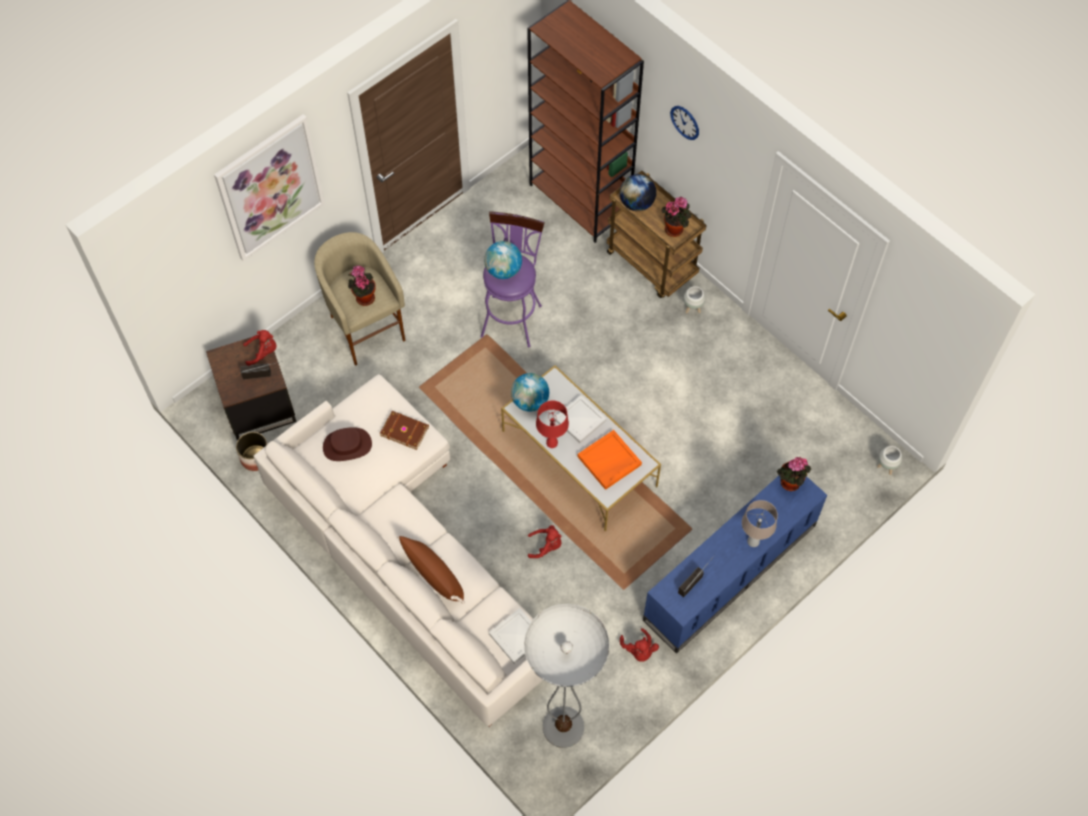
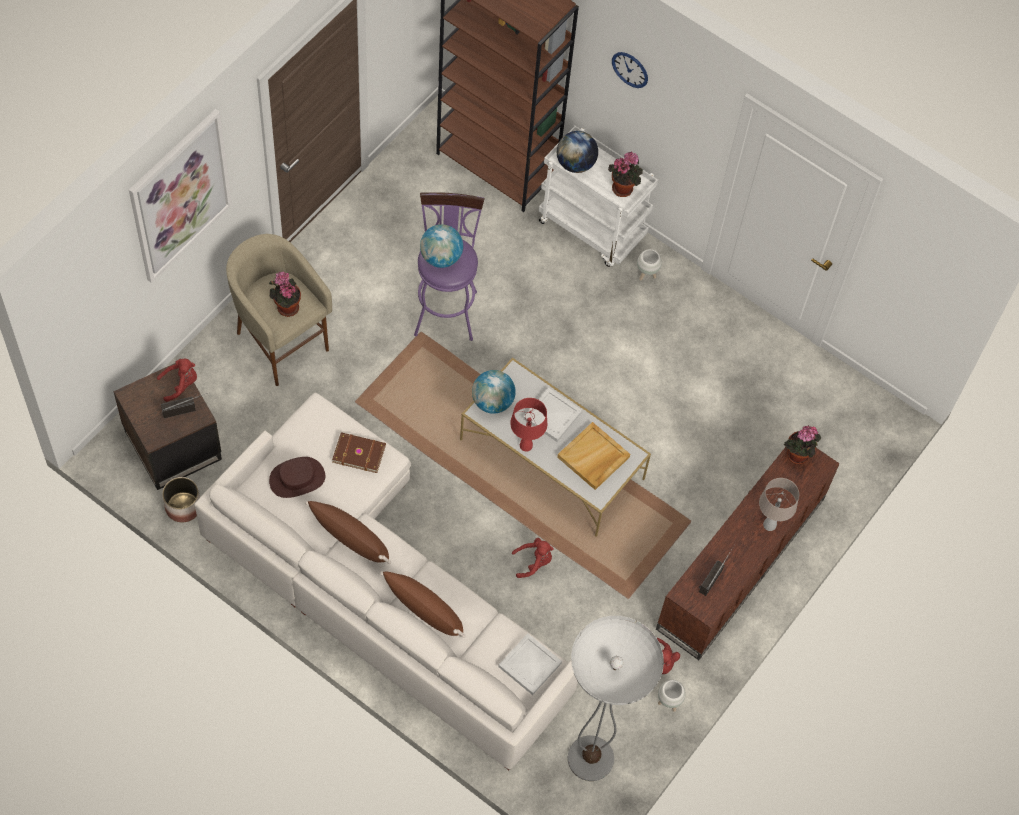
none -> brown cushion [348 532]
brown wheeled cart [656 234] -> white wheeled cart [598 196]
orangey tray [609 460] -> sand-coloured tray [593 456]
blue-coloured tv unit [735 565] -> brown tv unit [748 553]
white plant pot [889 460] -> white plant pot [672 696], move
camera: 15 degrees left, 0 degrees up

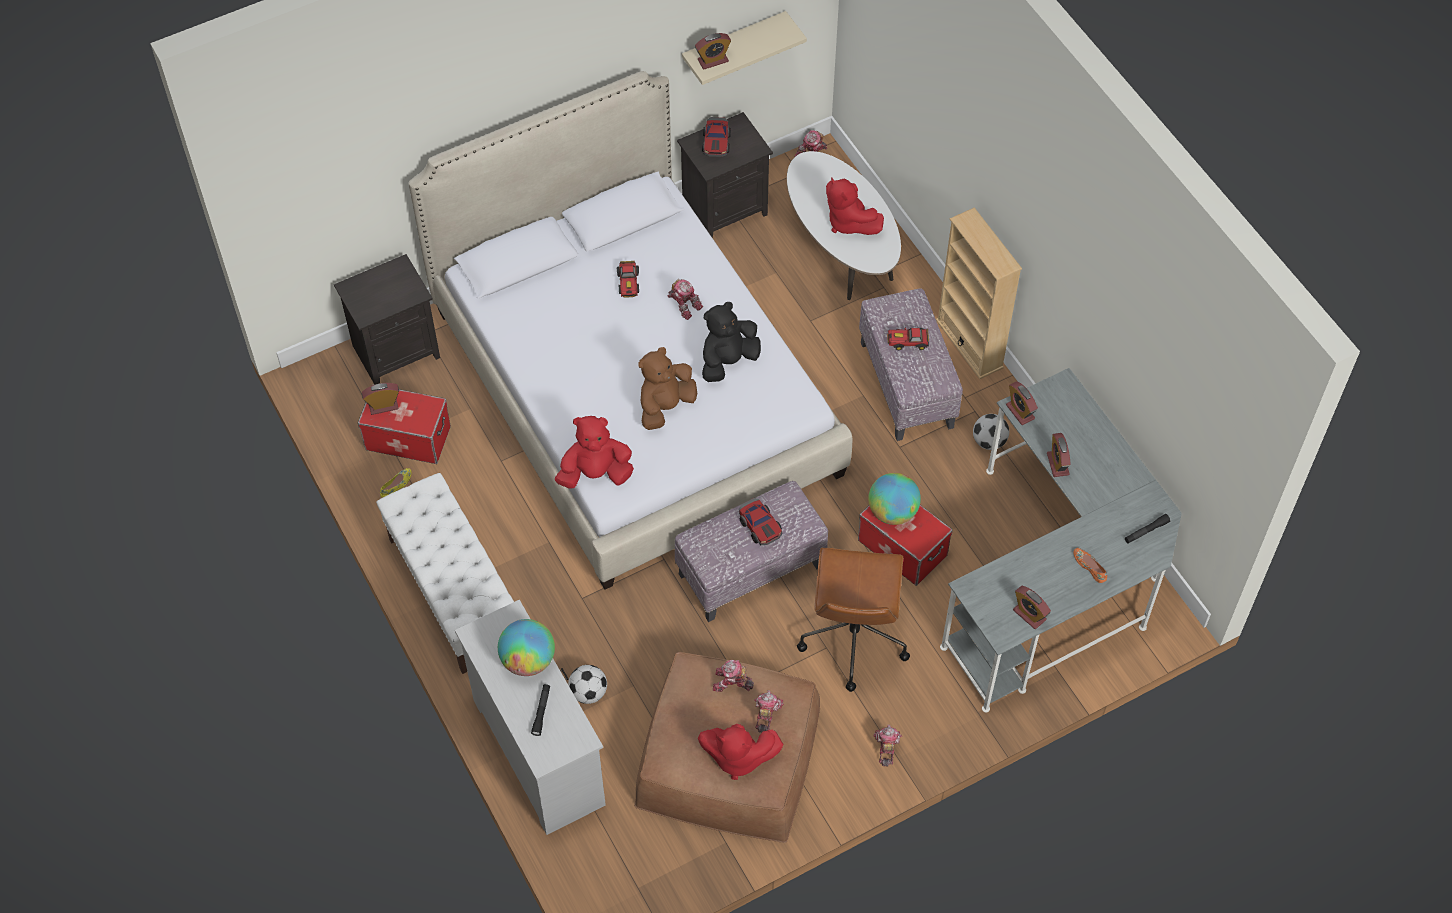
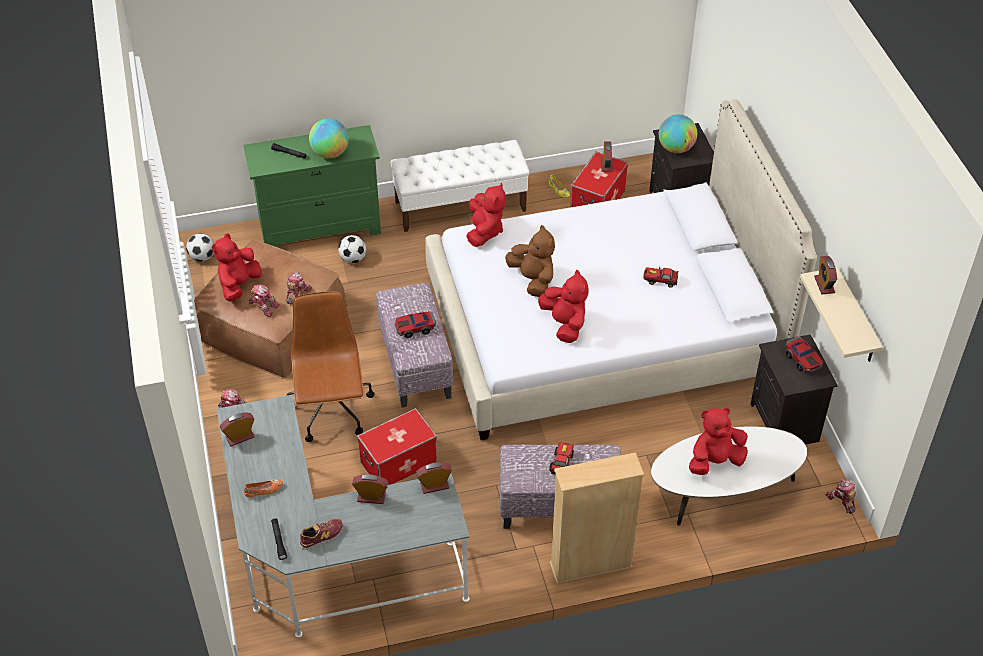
football ball [991 432] -> football ball [200 247], move
white drawer chest [530 717] -> green-coloured drawer chest [312 186]
brown computer chair [853 620] -> brown computer chair [330 367], 60 degrees clockwise
none -> low shoe [320 534]
blackish cuddly toy [731 342] -> reddish cuddly toy [563 306]
world globe [894 499] -> world globe [678 133], move
miniature car [716 137] -> miniature car [804 354], 135 degrees counterclockwise
model robot [685 299] -> none
camera: 105 degrees right, 10 degrees down

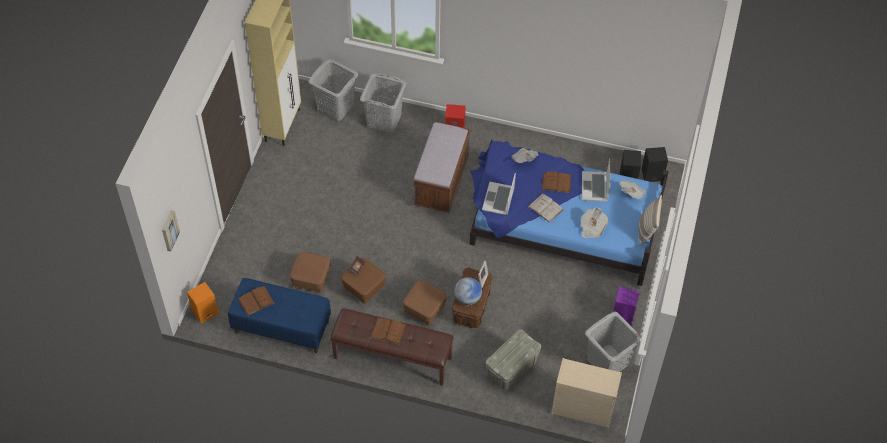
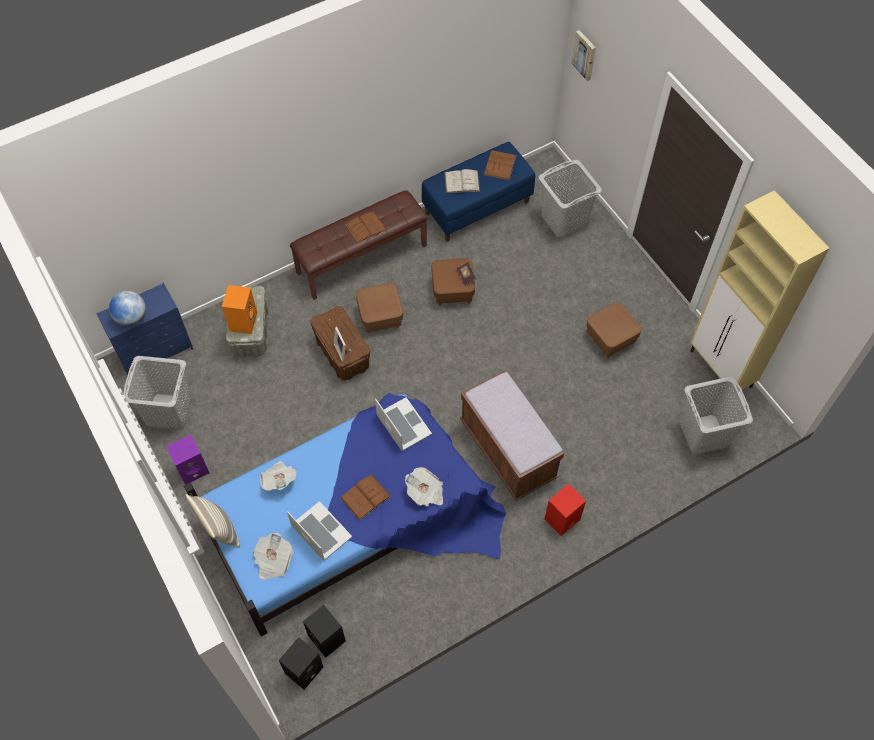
sand-coloured drawer chest [586 393] -> blue-coloured drawer chest [144 329]
world globe [468 291] -> world globe [127 308], move
orangey audio speaker [203 303] -> orangey audio speaker [239 309], move
white book [546 208] -> white book [462 181], move
gray laundry basket [383 103] -> gray laundry basket [570 199], move
brown ottoman [310 272] -> brown ottoman [614 330], move
camera: 135 degrees right, 5 degrees up

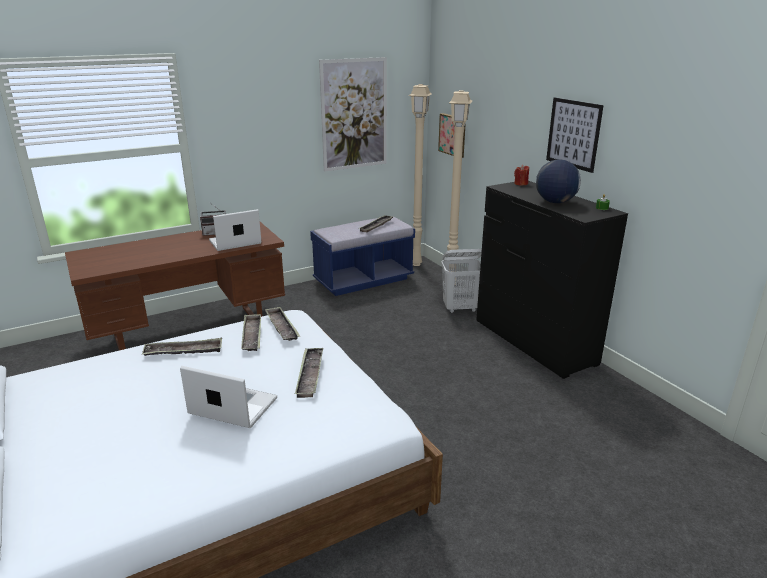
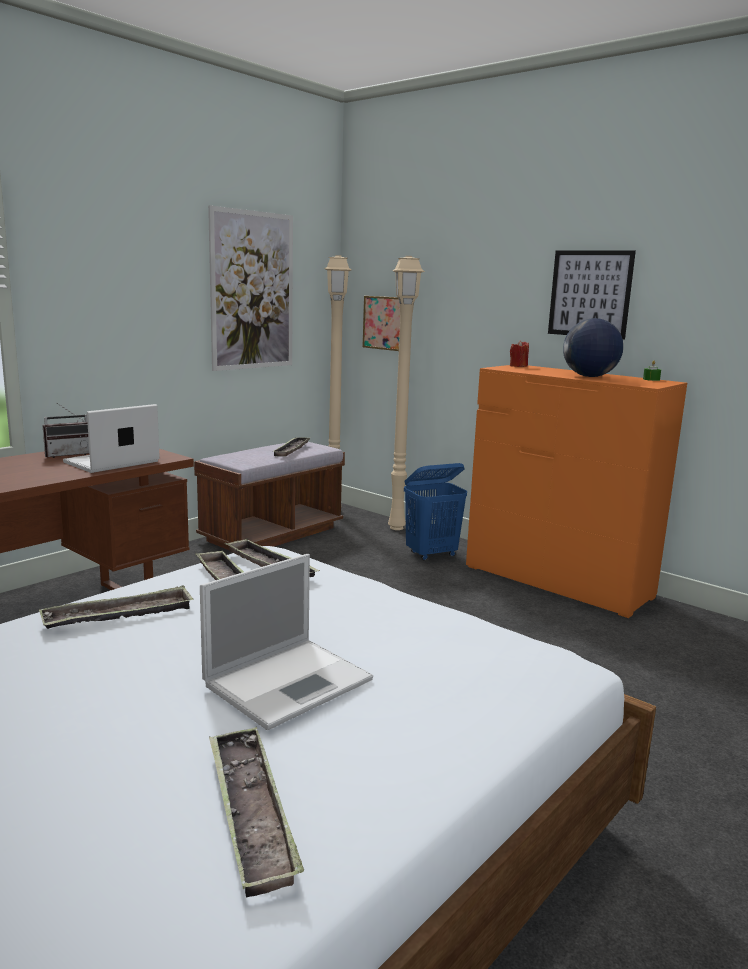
blue-coloured indoor bench [362 256] -> brown indoor bench [269 496]
portable computer [228 397] -> portable computer [286 642], 135 degrees clockwise
tray [309 373] -> tray [256 812], move
white laundry basket [461 281] -> blue-coloured laundry basket [435 512]
blackish drawer chest [552 280] -> orangey drawer chest [576 491]
camera: 20 degrees left, 10 degrees down

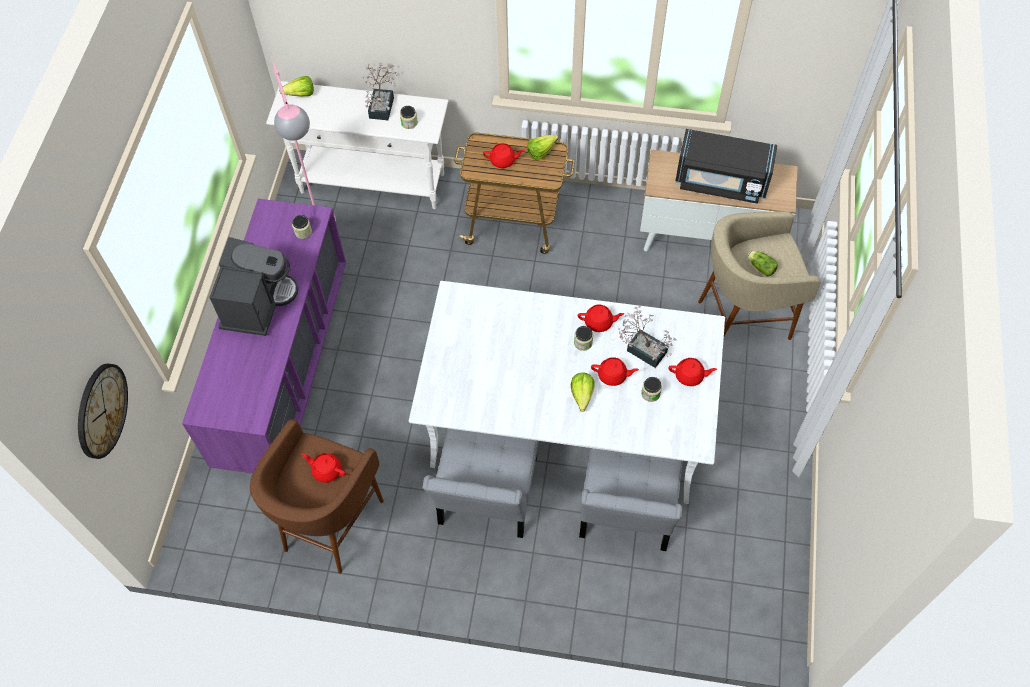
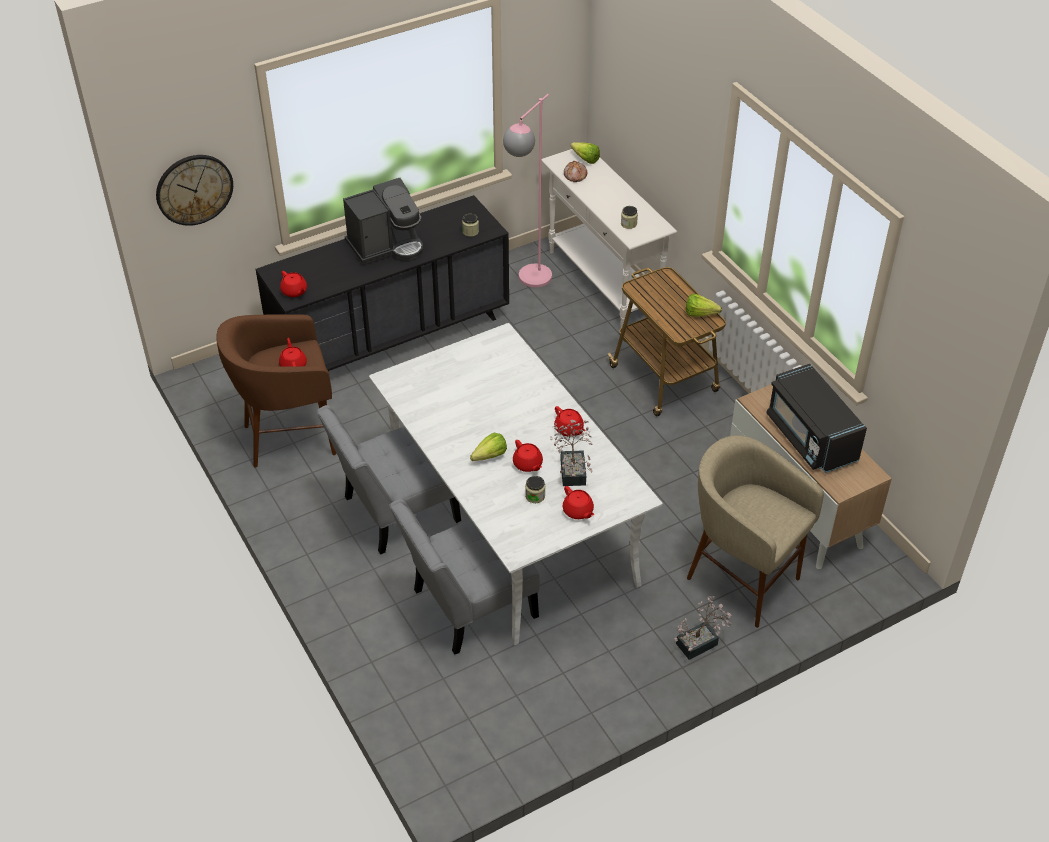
purple drawer chest [264 336] -> blackish drawer chest [382 283]
reddish teapot [504 155] -> reddish teapot [293 284], move
none -> bakery bread [576 171]
potted plant [379 91] -> potted plant [703 628], move
preserve jar [583 338] -> none
lettuce [763 263] -> none
camera: 50 degrees right, 15 degrees down

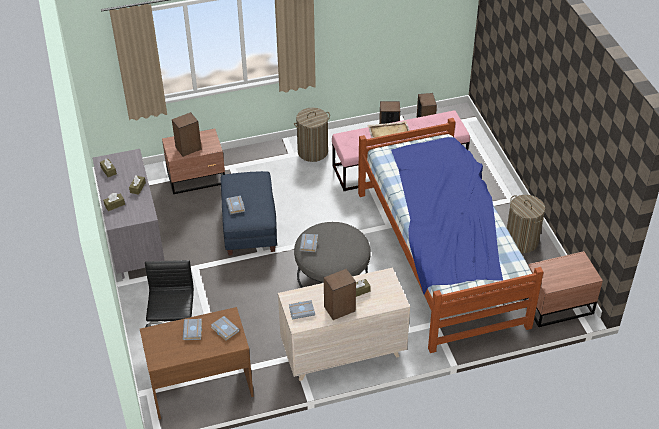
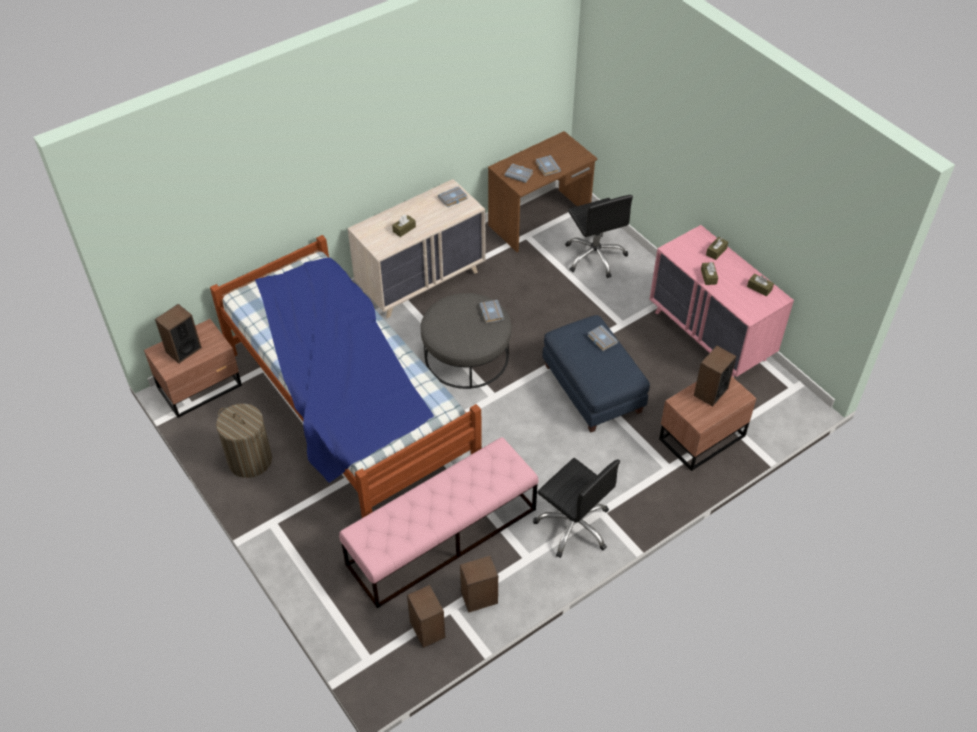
audio speaker [340 294] -> audio speaker [178 333], move
laundry basket [312 135] -> blackish computer chair [576 508]
gray drawer chest [129 214] -> pink-coloured drawer chest [721 301]
sand-coloured tray [389 129] -> none
camera: 160 degrees right, 5 degrees up

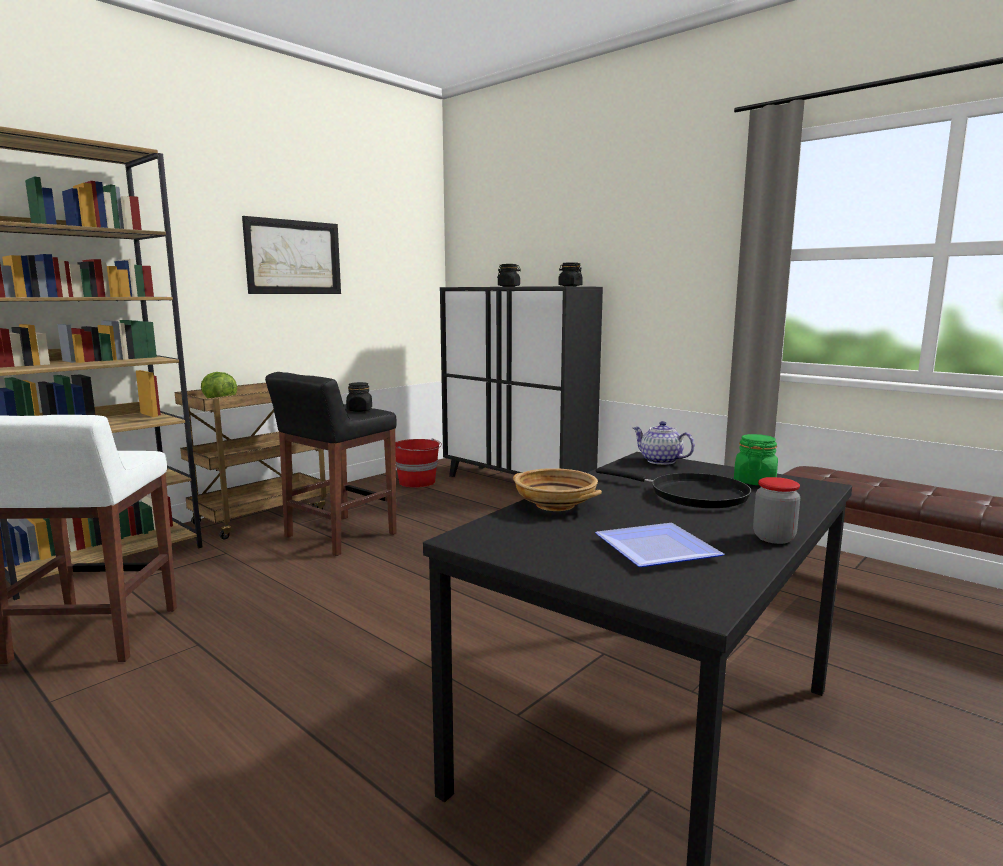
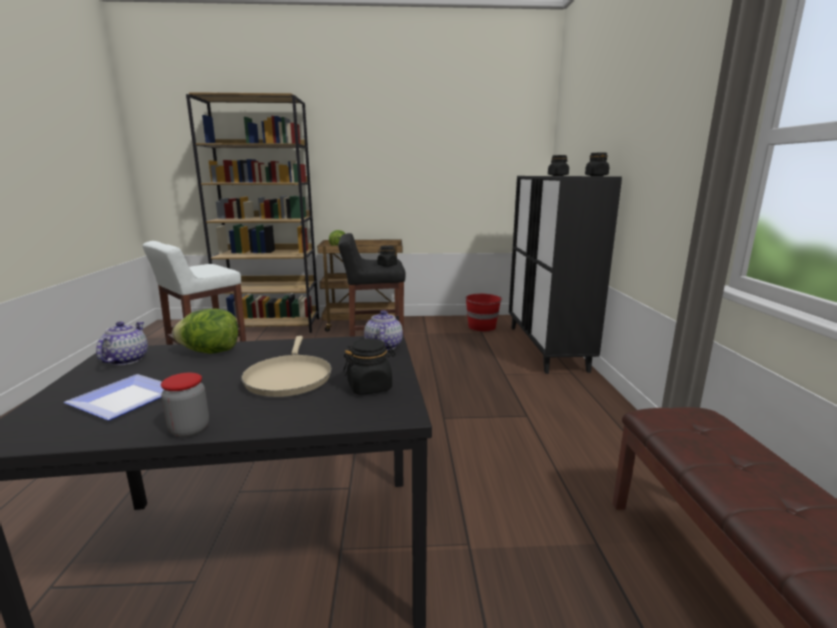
none -> teapot [122 343]
sand-coloured deep dish [557 489] -> lettuce [205 331]
blackish frying pan [673 488] -> sand-coloured frying pan [286 366]
green-coloured preserve jar [756 459] -> blackish preserve jar [369 366]
wall art [291 255] -> none
camera: 45 degrees right, 5 degrees up

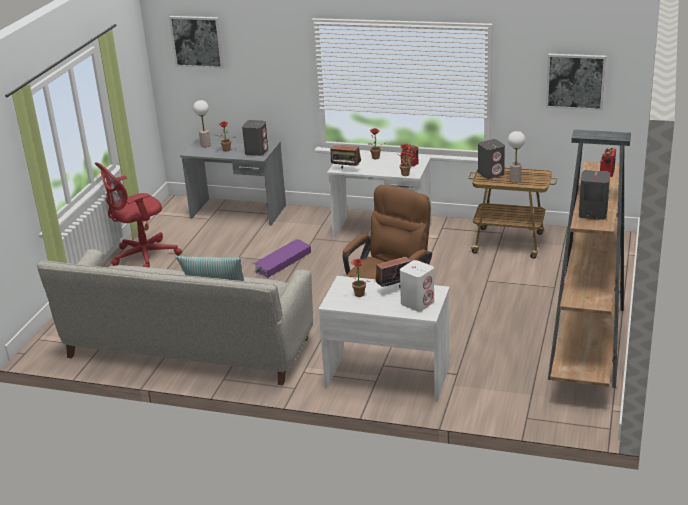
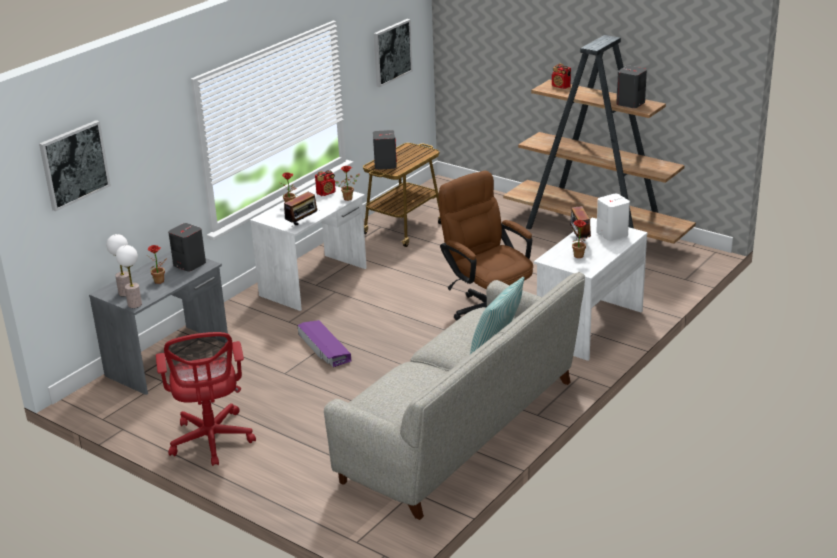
table lamp [516 157] -> table lamp [129 276], move
camera: 70 degrees left, 0 degrees up

